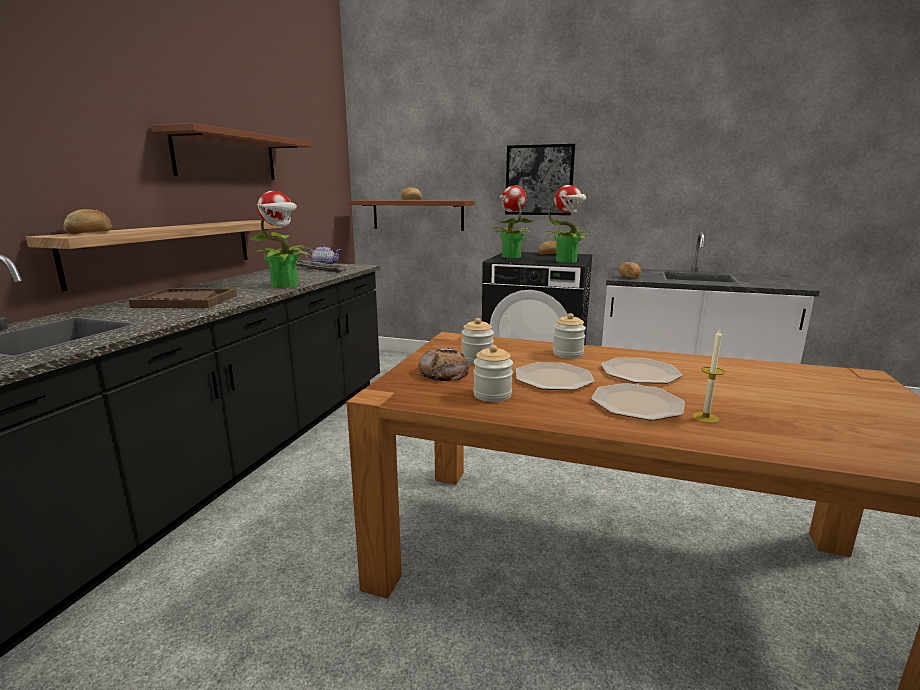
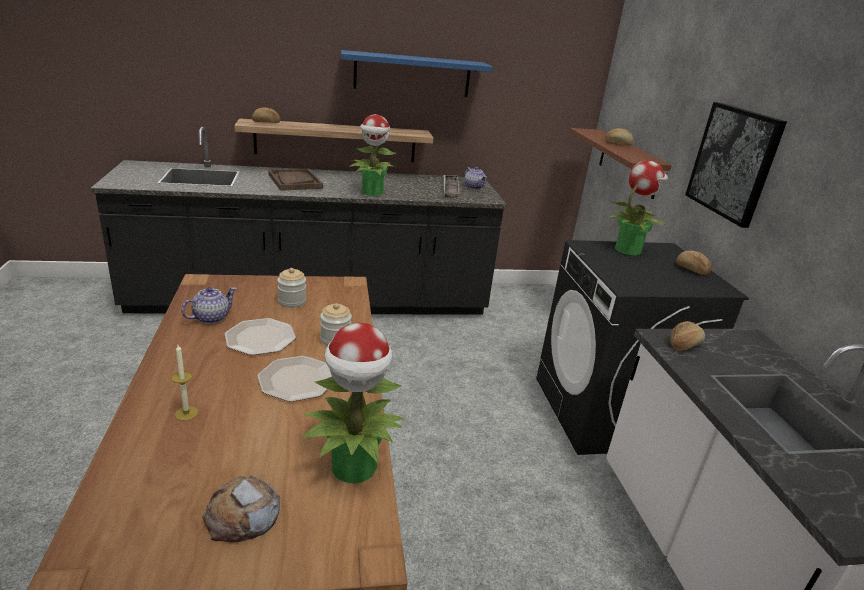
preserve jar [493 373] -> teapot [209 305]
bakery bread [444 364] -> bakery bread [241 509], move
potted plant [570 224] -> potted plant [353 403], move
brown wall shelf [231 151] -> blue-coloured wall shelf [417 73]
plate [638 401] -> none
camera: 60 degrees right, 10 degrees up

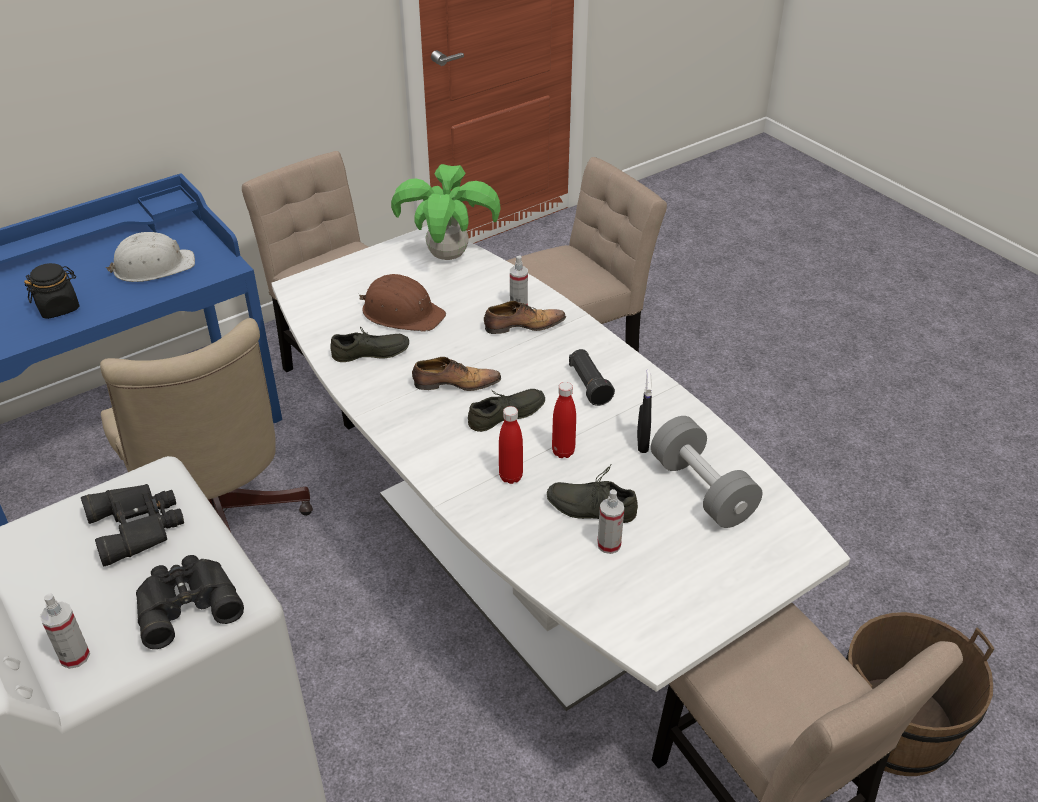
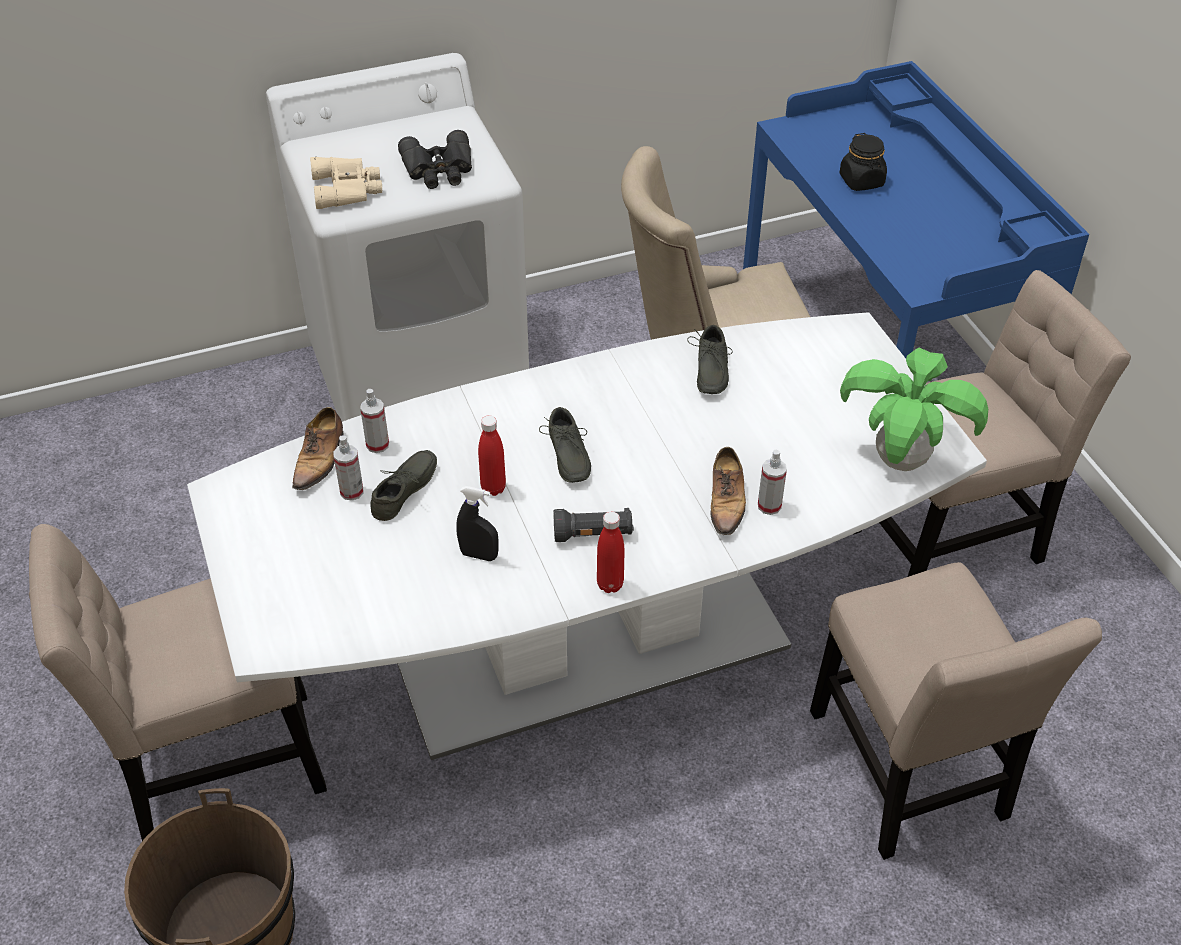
low shoe [456 374] -> low shoe [318 448], move
blackish pair of binoculars [190 602] -> sand-coloured pair of binoculars [346 183]
spray bottle [65 631] -> spray bottle [374 421], move
reddish beverage bottle [511 445] -> reddish beverage bottle [610 552], move
white work helmet [150 257] -> none
brown work helmet [402 303] -> none
gray hand weight [706 472] -> none
camera: 105 degrees right, 5 degrees up

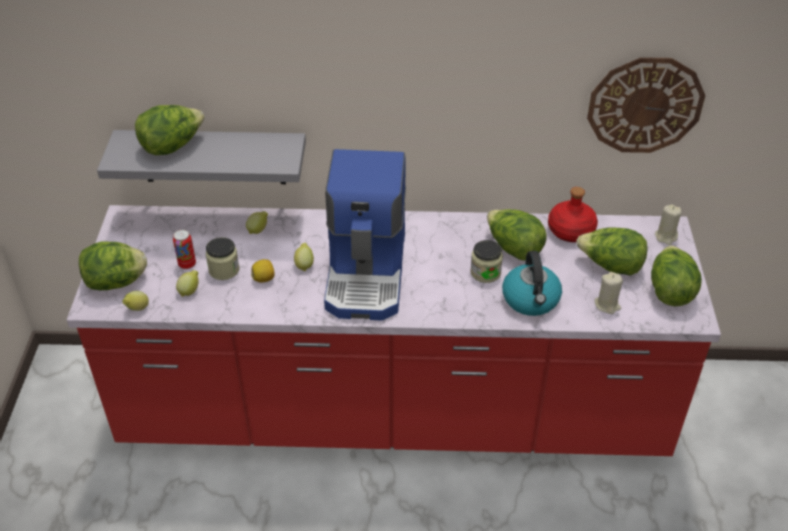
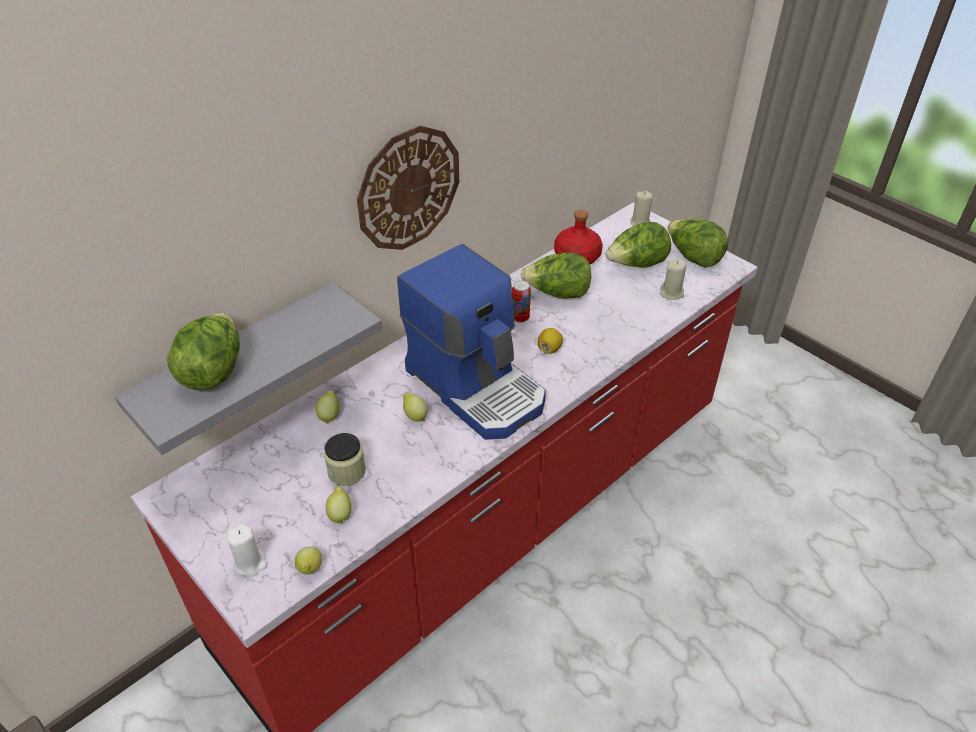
lettuce [113 265] -> white candle [247 550]
hanging clock [646 105] -> hanging clock [408 188], move
metal can [184 249] -> metal can [521 301], move
lemon [263 270] -> lemon [550 341], move
preserve jar [486 261] -> none
tea kettle [532 283] -> none
camera: 45 degrees left, 0 degrees up

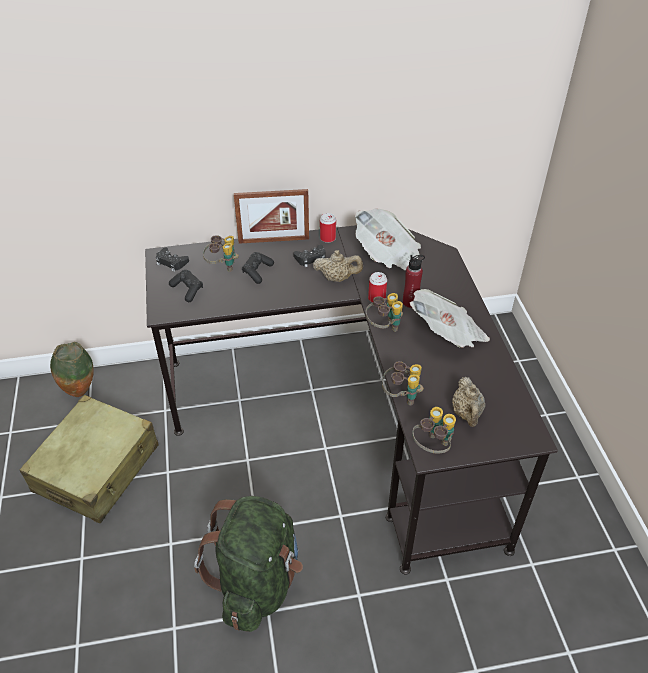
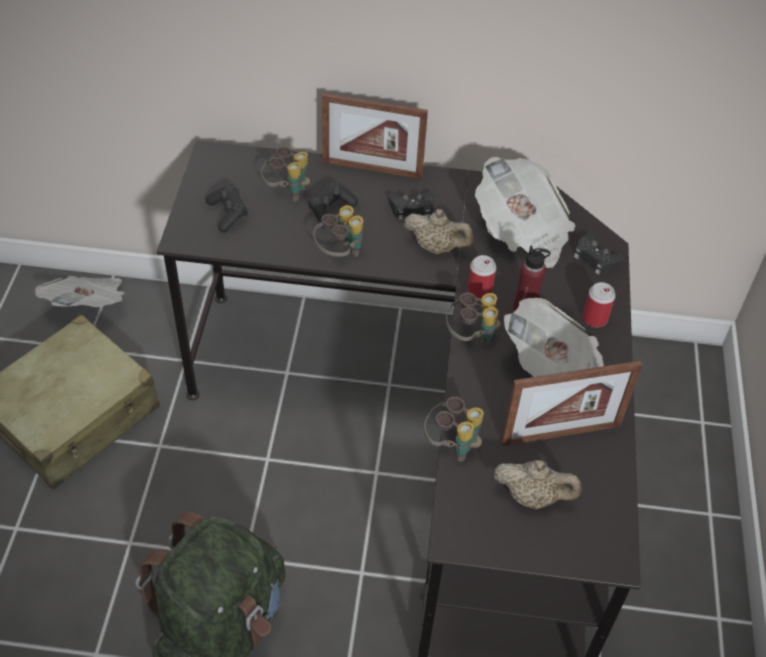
vase [72 369] -> printed paper [80 291]
pair of binoculars [434 430] -> pair of binoculars [338 231], move
sand-coloured teapot [469 402] -> sand-coloured teapot [538 484], 90 degrees counterclockwise
none -> picture frame [571 403]
blackish joypad [172 260] -> blackish joypad [599 254], move
metal can [328 228] -> metal can [598 304], move
camera: 15 degrees right, 5 degrees up

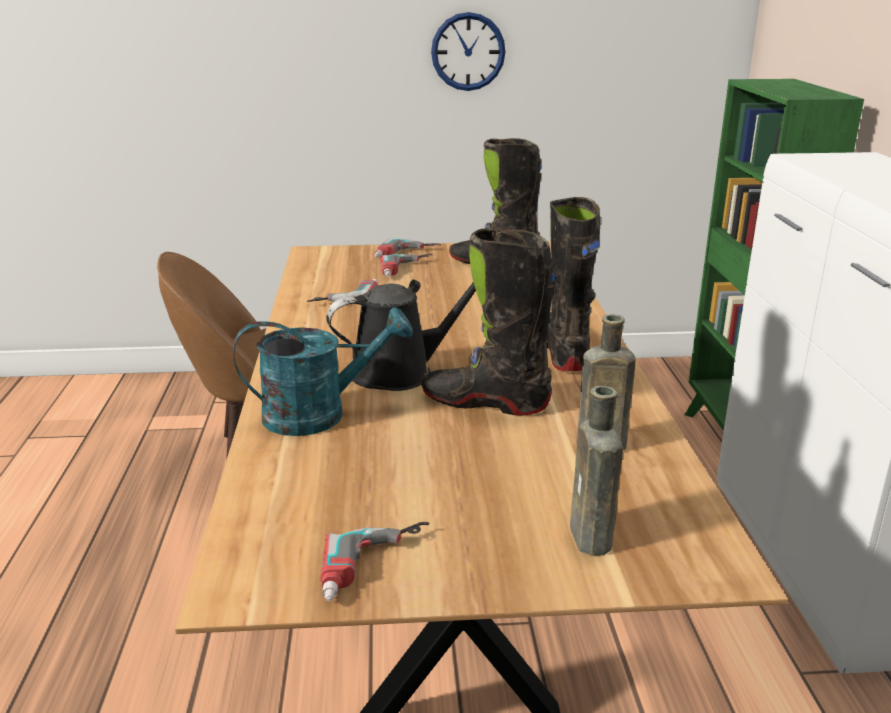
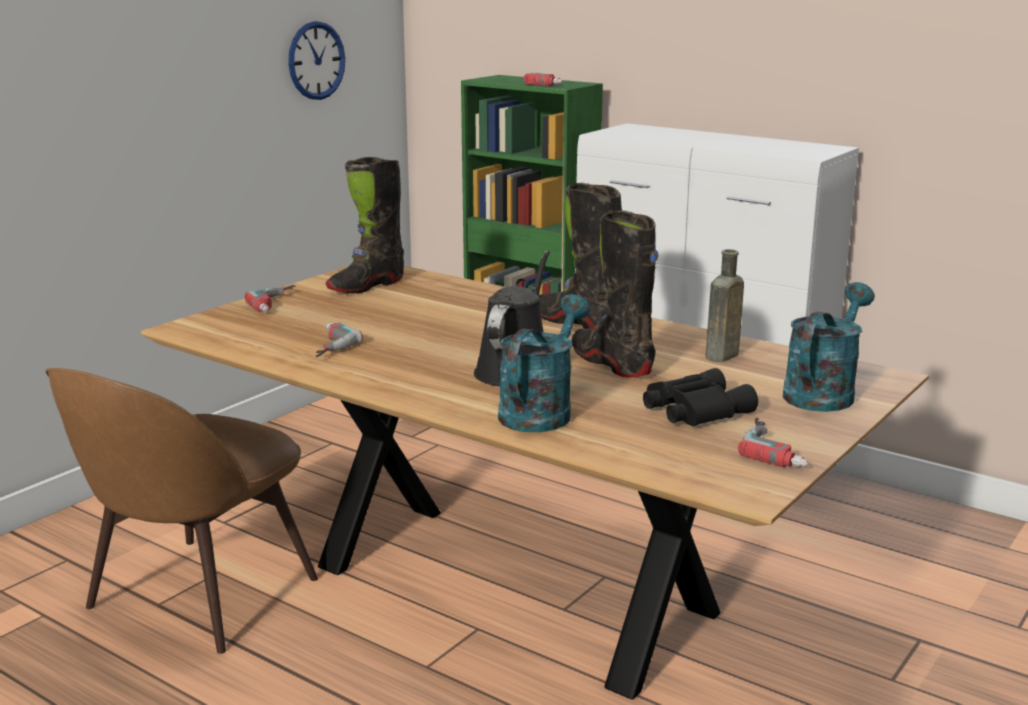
hanging clock [468 51] -> hanging clock [316 60], move
power drill [406 265] -> power drill [543 79], move
blackish tall boot [488 322] -> blackish tall boot [615 294], 90 degrees clockwise
none -> blackish pair of binoculars [700 397]
brown beverage bottle [596 471] -> turquoise sprinkling can [829 347]
camera: 50 degrees left, 5 degrees down

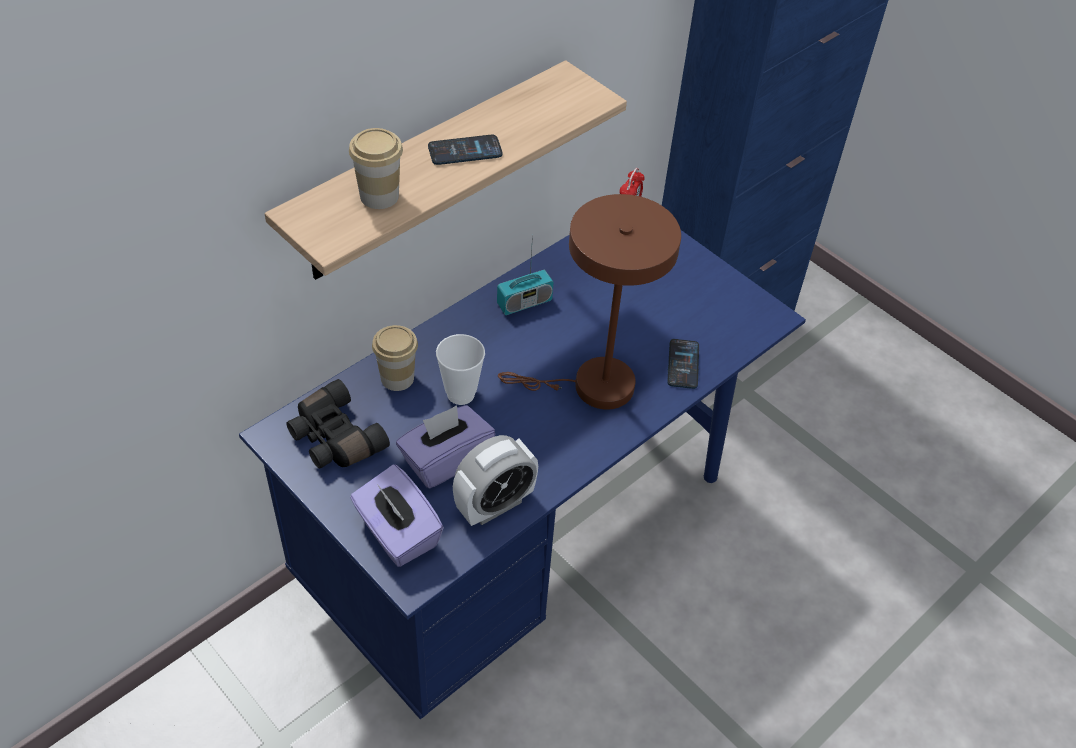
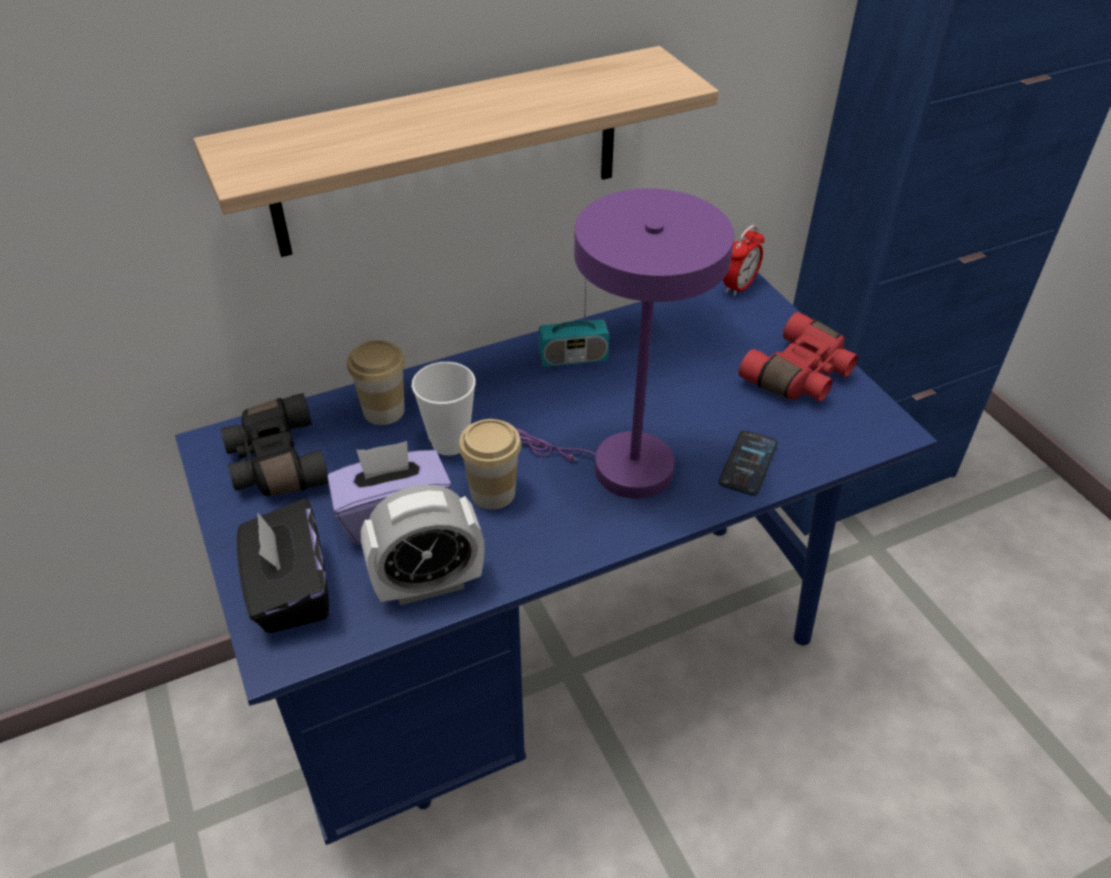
purple tissue holder [397 515] -> blackish tissue holder [283 565]
cup [376 168] -> cup [490 464], move
brown table lamp [589 302] -> purple table lamp [625 343]
none -> reddish pair of binoculars [798 356]
telephone [465 150] -> none
camera: 20 degrees right, 5 degrees down

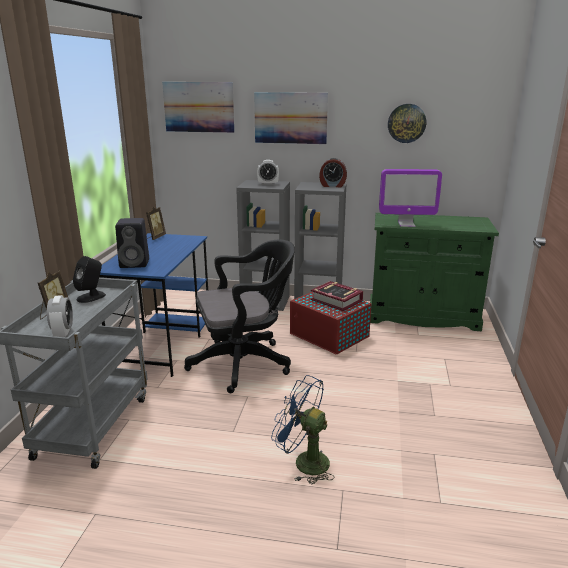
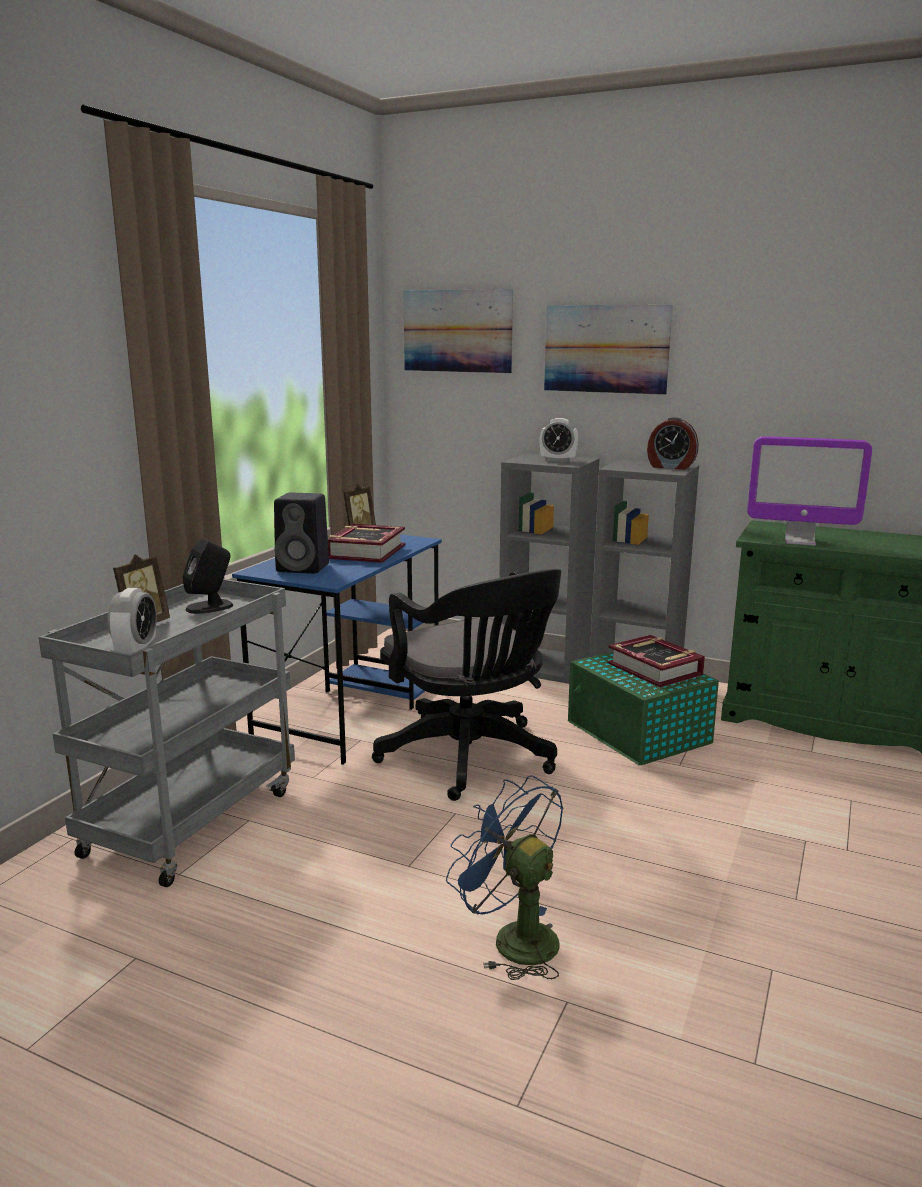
none -> book [366 543]
blackish computer chair [239 316] -> blackish computer chair [466 685], 60 degrees clockwise
reddish storage bin [331 323] -> green-coloured storage bin [643 708]
hanging clock [407 123] -> none
camera: 15 degrees right, 5 degrees down

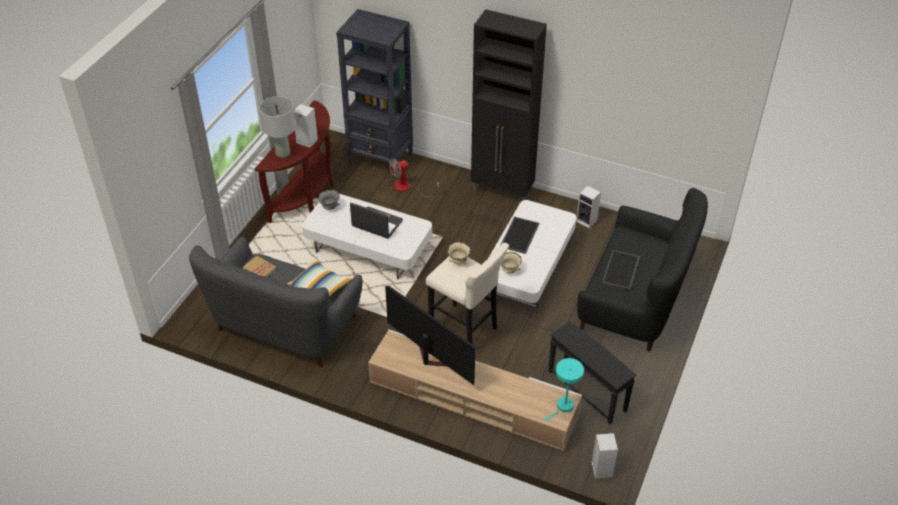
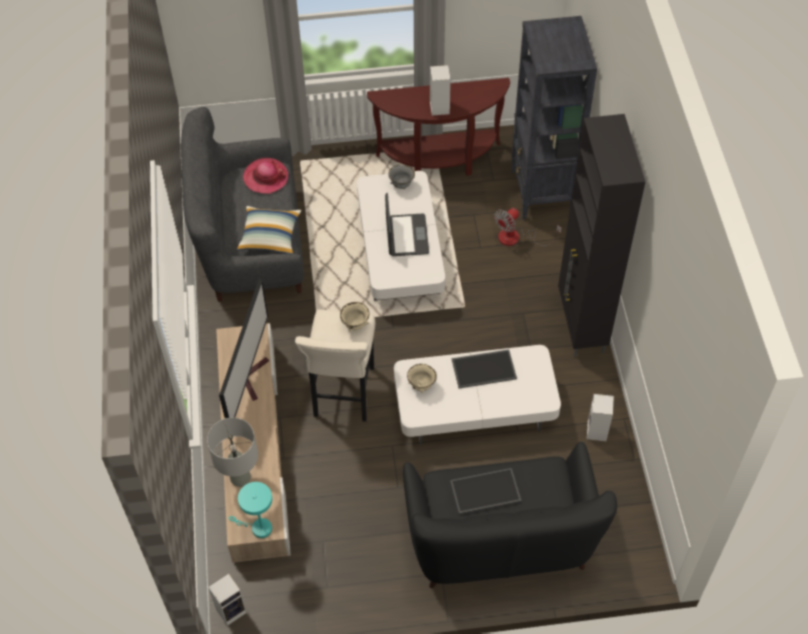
gray table lamp [277 127] -> gray table lamp [232 452], move
book [260 266] -> clothing hat [265 176]
cooling fan [414 177] -> cooling fan [528 227], 75 degrees counterclockwise
blackish end table [592 372] -> none
camera: 60 degrees right, 10 degrees up

